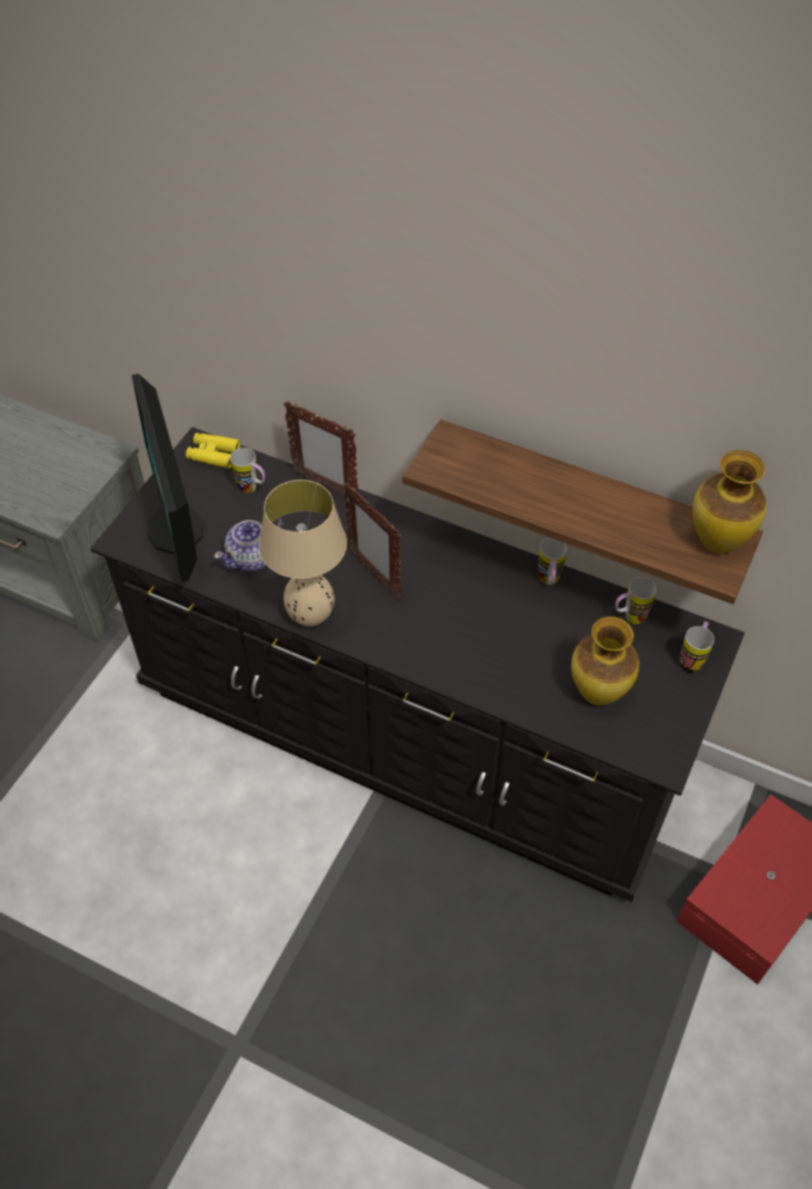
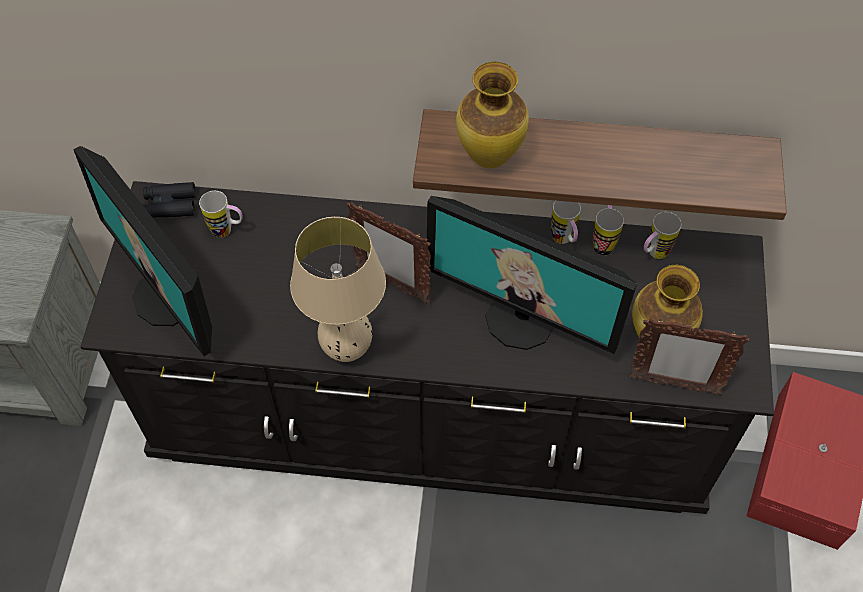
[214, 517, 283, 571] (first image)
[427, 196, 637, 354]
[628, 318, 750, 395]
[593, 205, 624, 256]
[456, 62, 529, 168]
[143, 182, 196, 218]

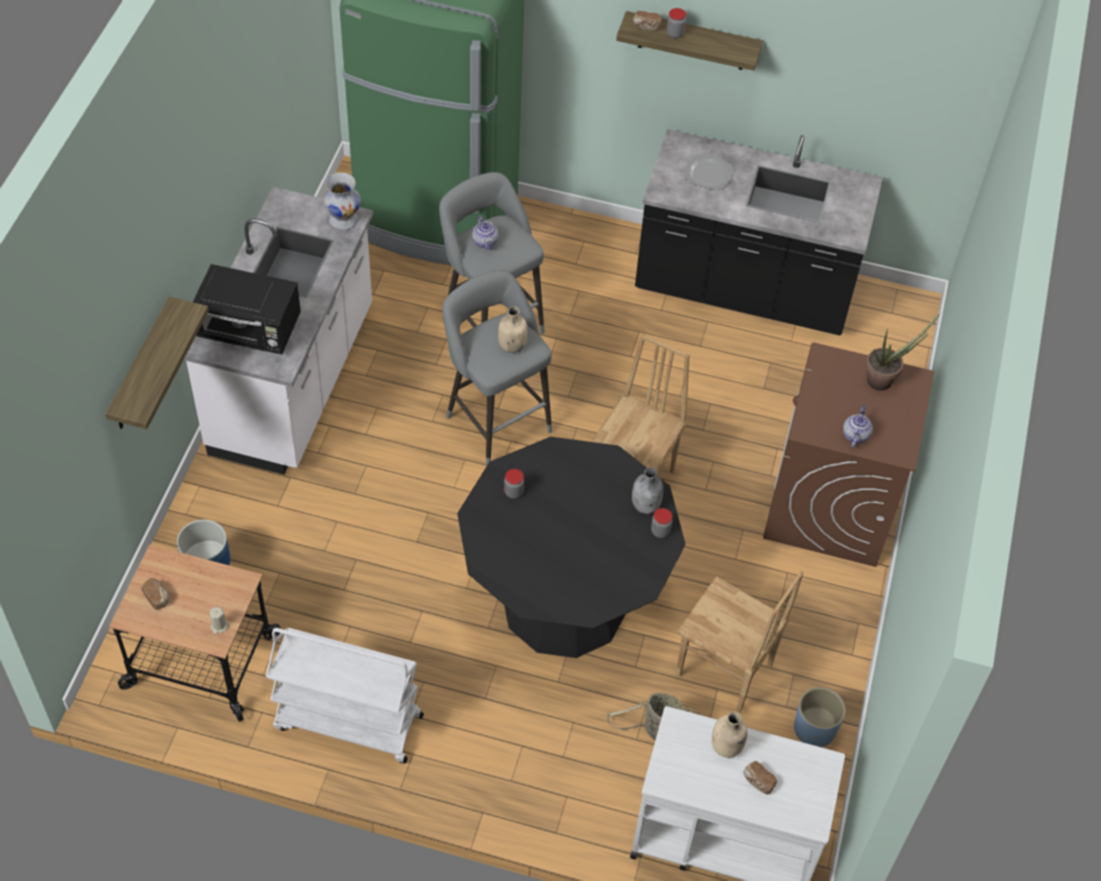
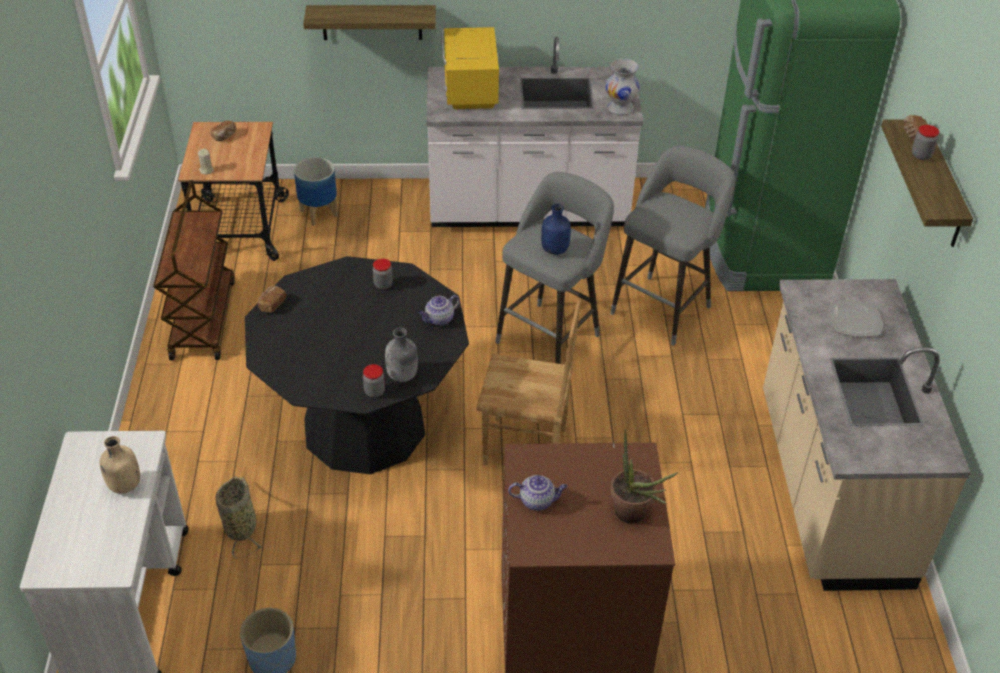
[676, 571, 803, 713] (first image)
[418, 295, 460, 326]
[258, 286, 286, 313]
[441, 27, 499, 109]
[153, 180, 235, 360]
[541, 204, 571, 255]
[763, 279, 971, 591]

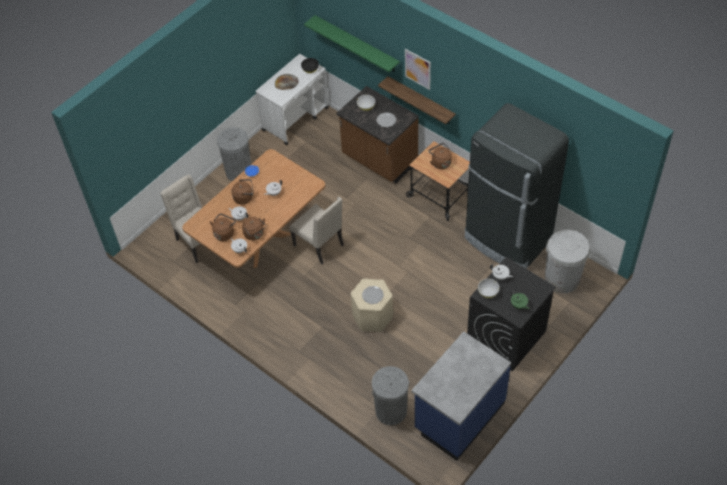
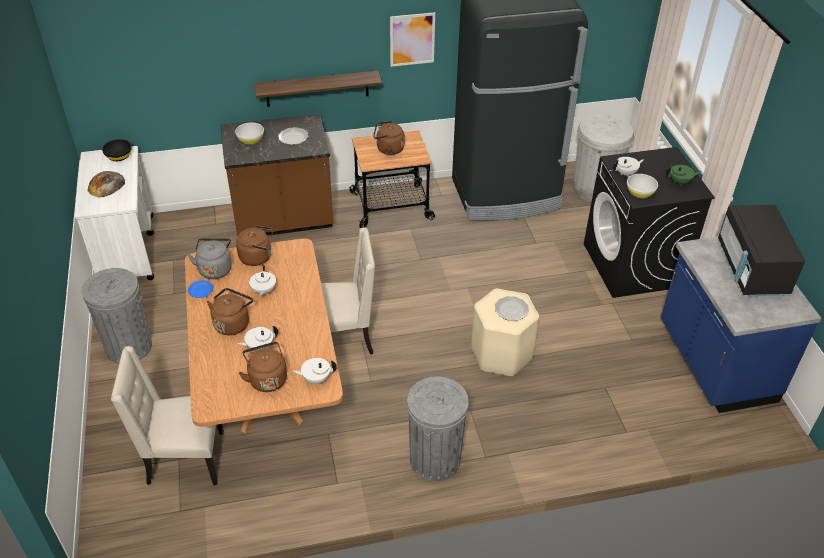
[304, 15, 400, 72] (first image)
[188, 238, 232, 279]
[718, 205, 805, 297]
[236, 225, 273, 266]
[407, 376, 469, 481]
[390, 12, 435, 67]

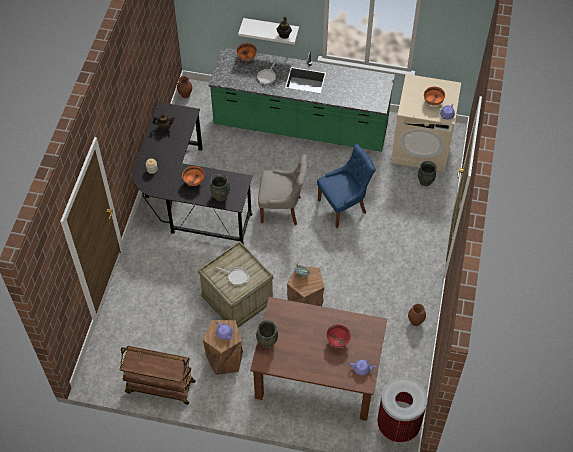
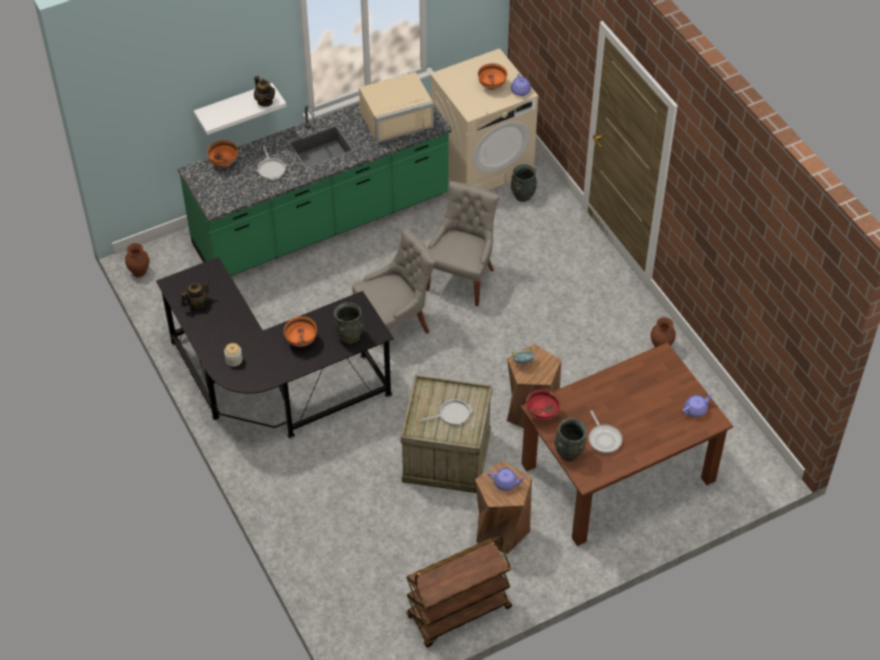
[377, 377, 428, 442] (first image)
[359, 72, 434, 143]
[589, 411, 623, 454]
[526, 389, 561, 421]
[426, 181, 500, 306]

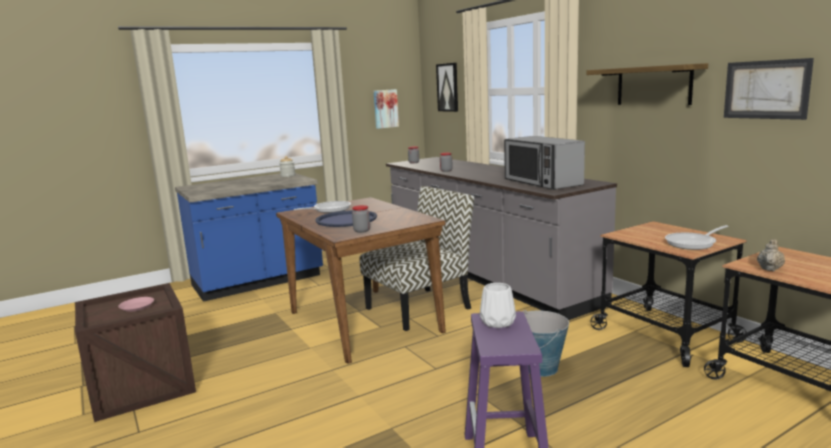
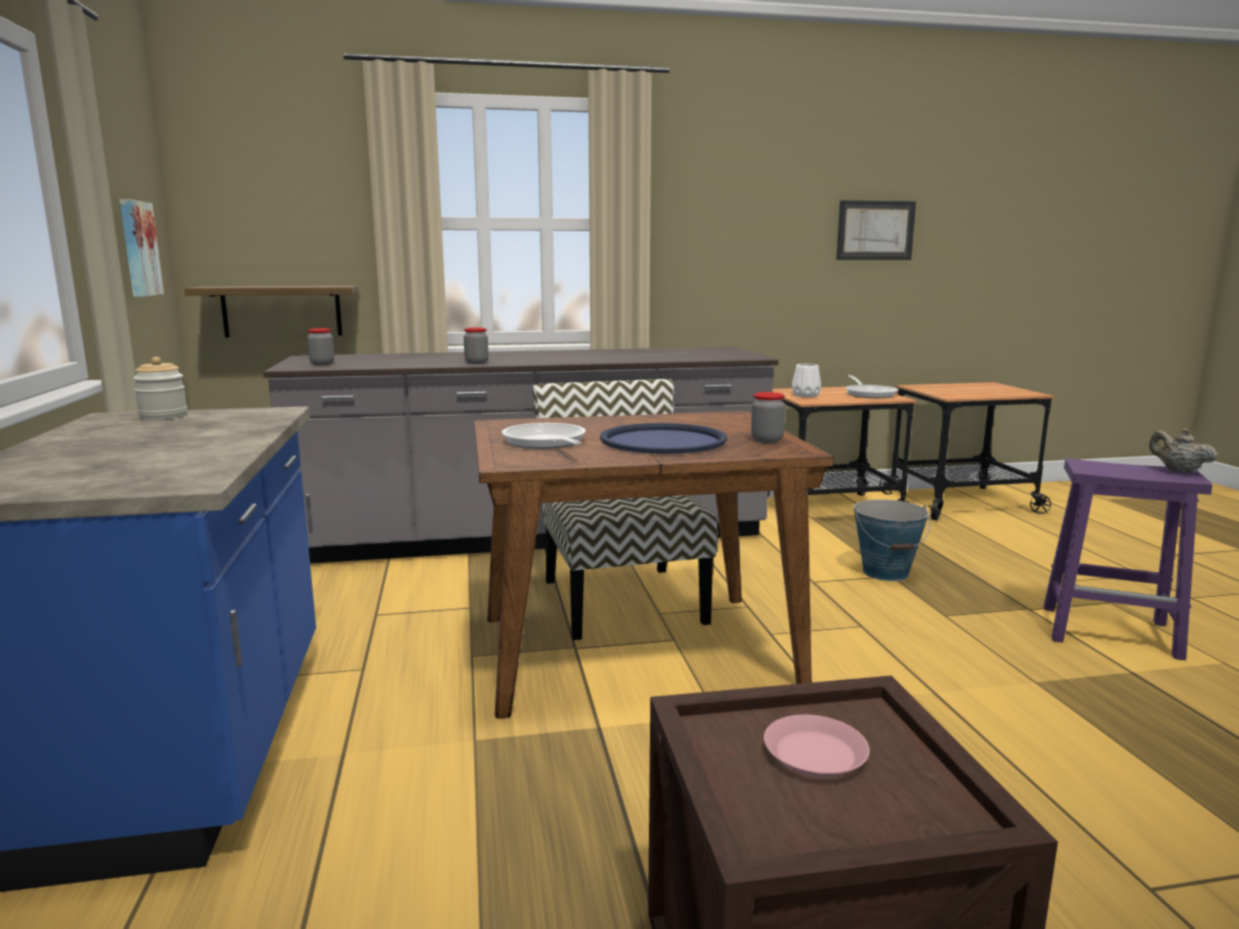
[436, 63, 458, 112] (first image)
[504, 136, 585, 190] (first image)
[792, 363, 821, 397]
[184, 286, 358, 337]
[1149, 429, 1218, 473]

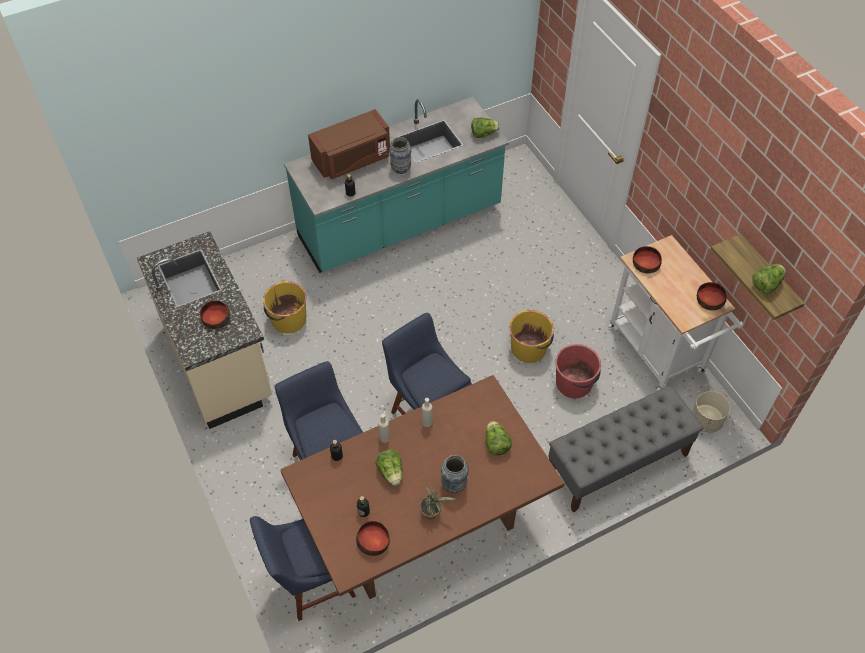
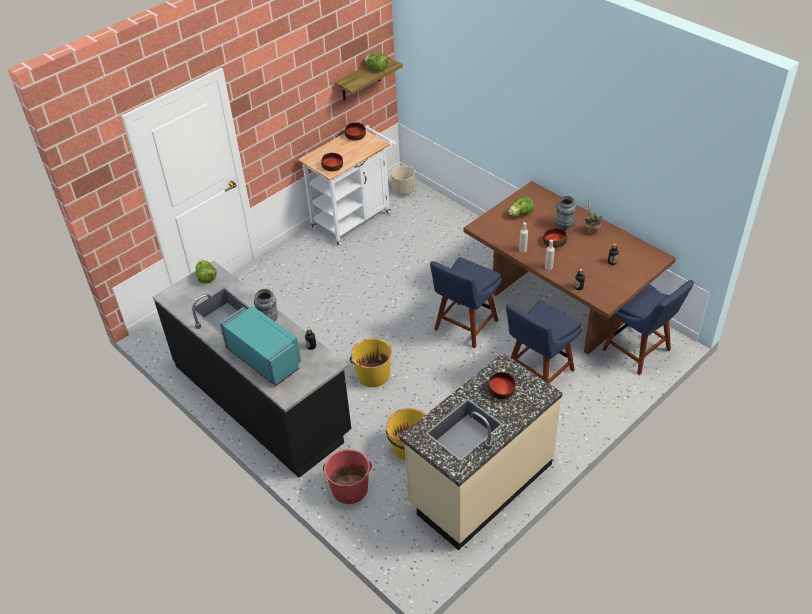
[376, 450, 403, 486] (first image)
[548, 385, 703, 513] (first image)
[543, 228, 567, 248]
[350, 338, 392, 387]
[323, 449, 372, 504]
[153, 260, 351, 478]
[220, 306, 301, 386]

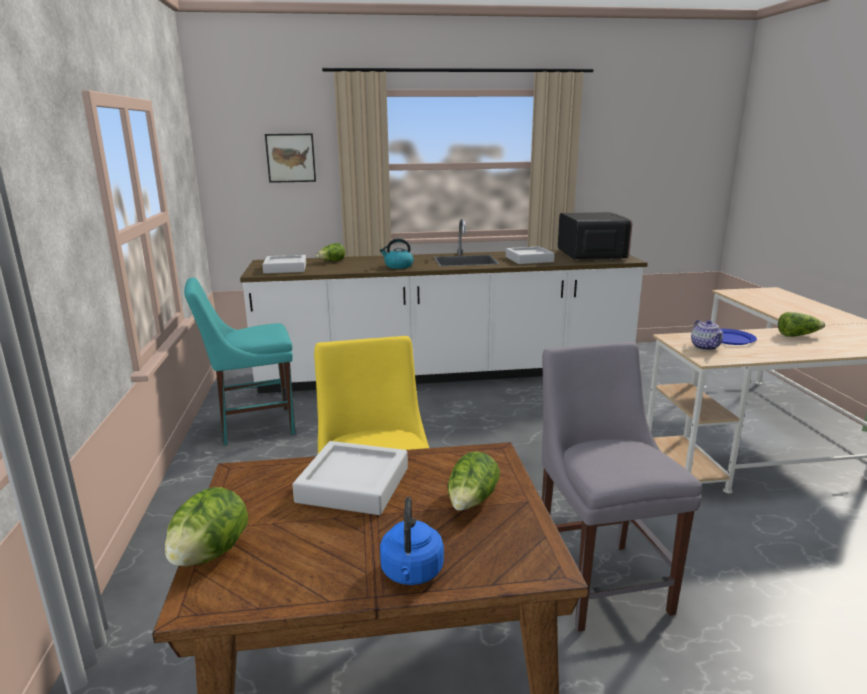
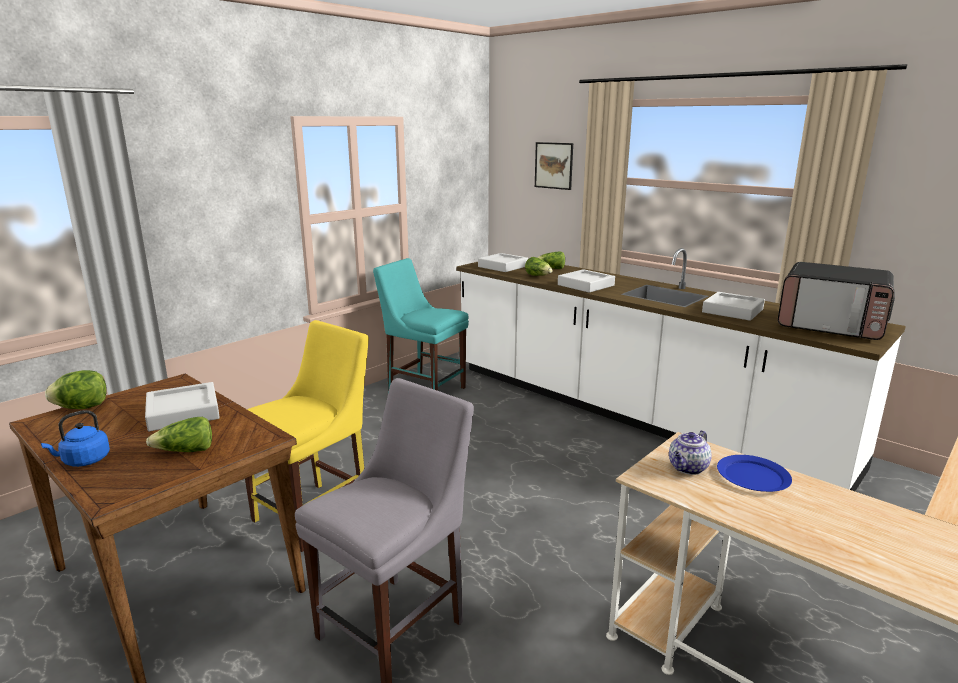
[525, 257, 553, 276]
[558, 269, 615, 293]
[778, 262, 895, 340]

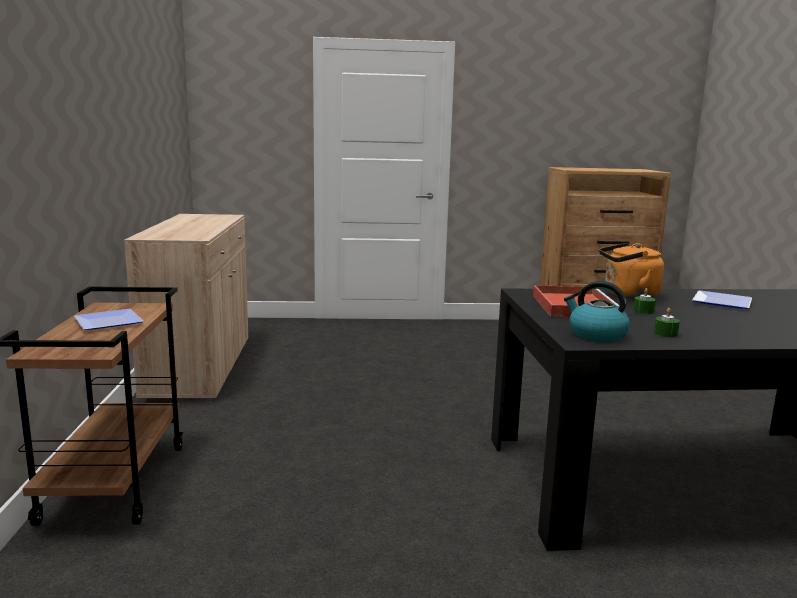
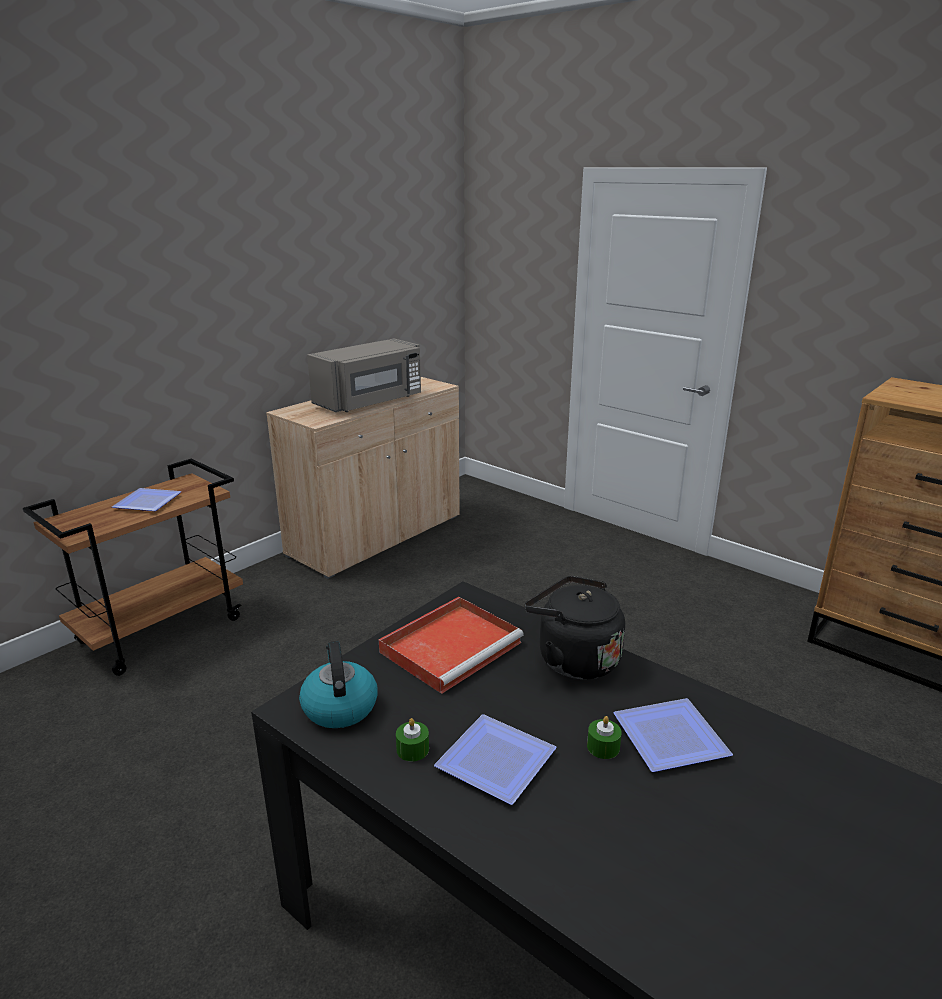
[307, 339, 421, 412]
[434, 714, 557, 805]
[587, 716, 622, 759]
[525, 576, 625, 679]

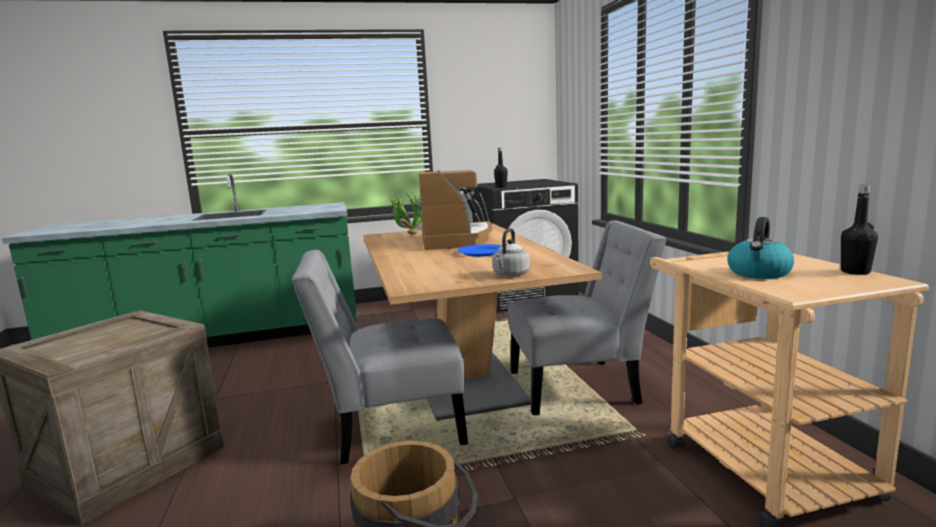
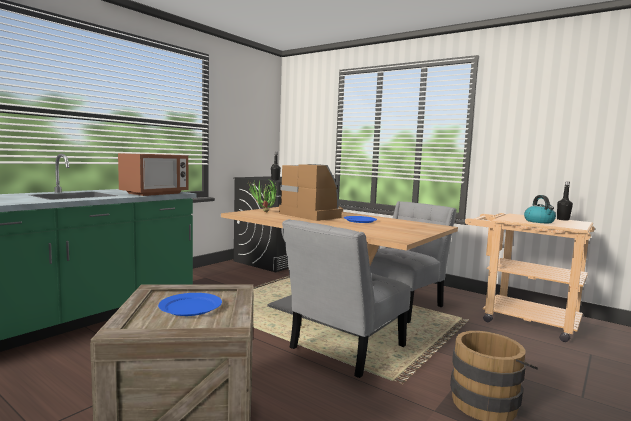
[492, 228, 530, 277] (first image)
[118, 153, 188, 196]
[158, 293, 222, 316]

